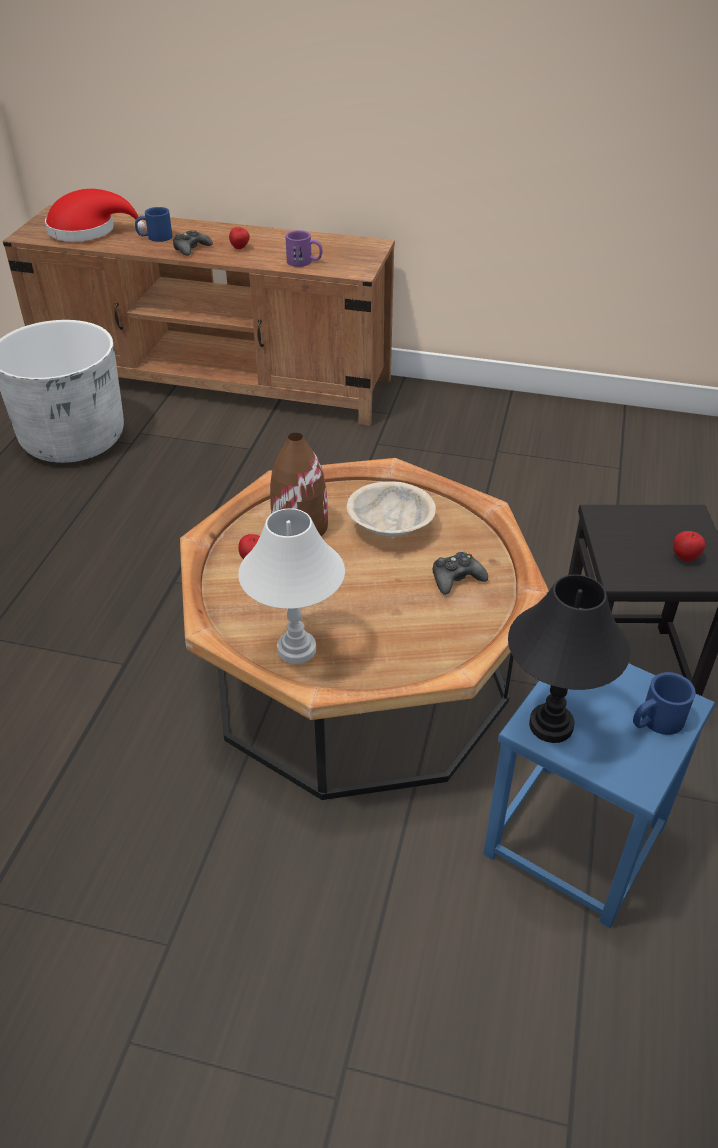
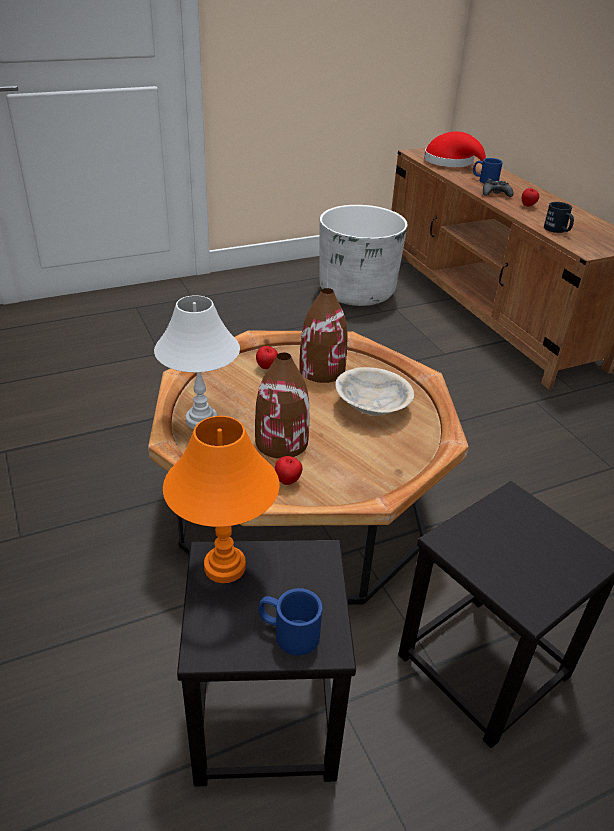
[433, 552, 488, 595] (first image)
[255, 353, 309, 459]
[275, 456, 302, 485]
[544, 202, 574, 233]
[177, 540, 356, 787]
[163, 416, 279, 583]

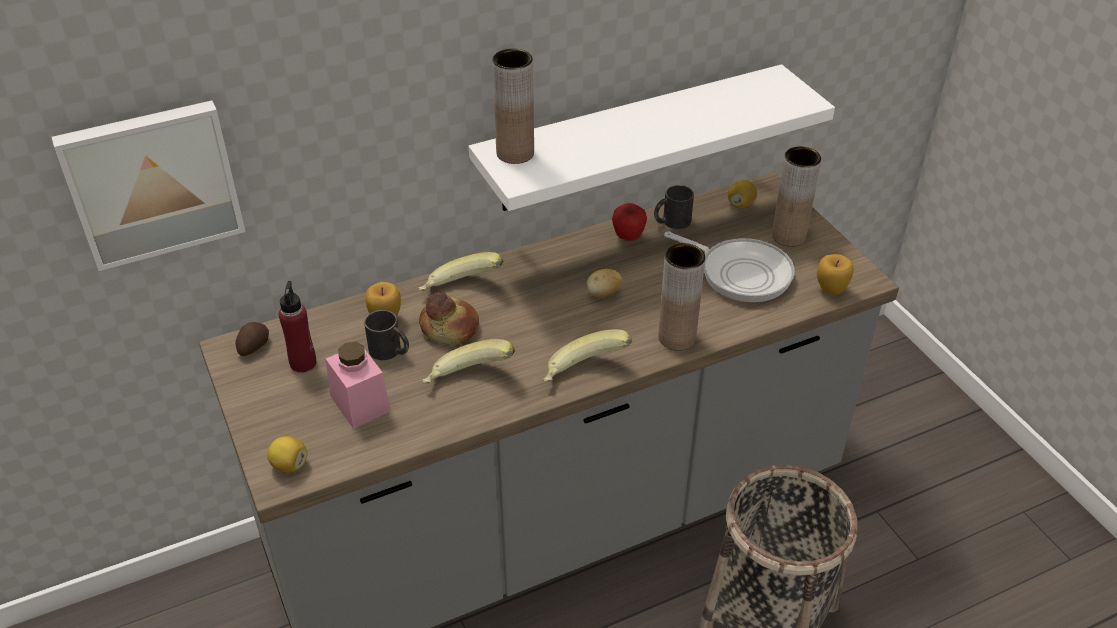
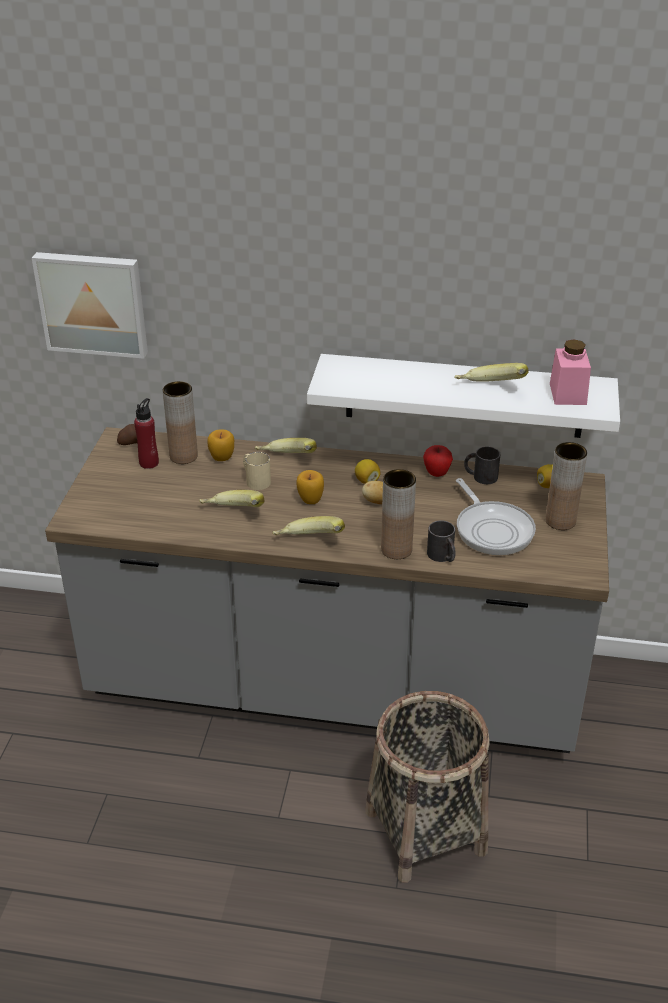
[455, 363, 529, 382]
[355, 459, 381, 484]
[550, 339, 591, 405]
[427, 520, 456, 562]
[163, 381, 198, 464]
[296, 470, 324, 504]
[243, 452, 271, 490]

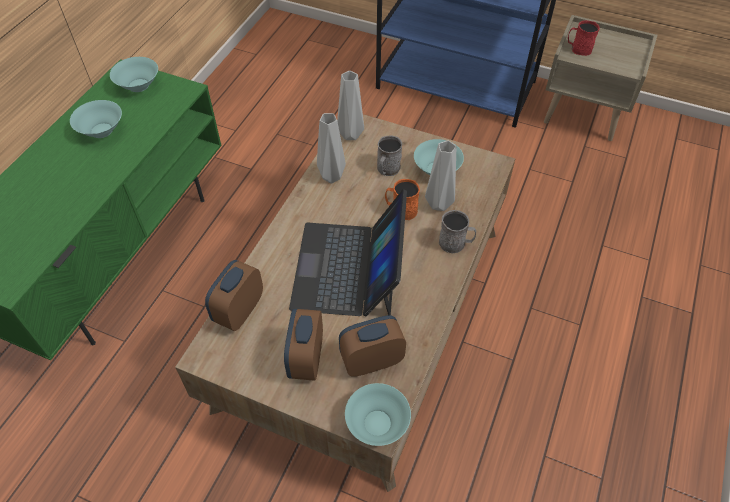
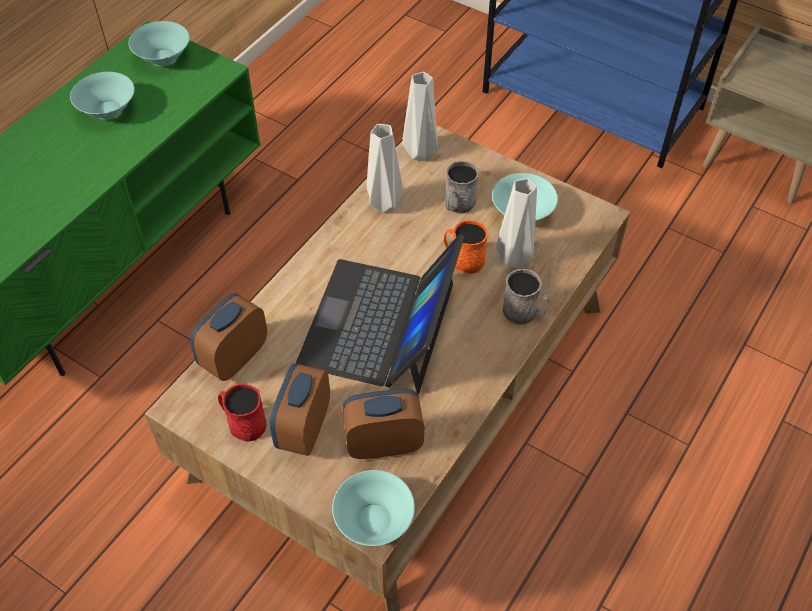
[218, 384, 267, 442]

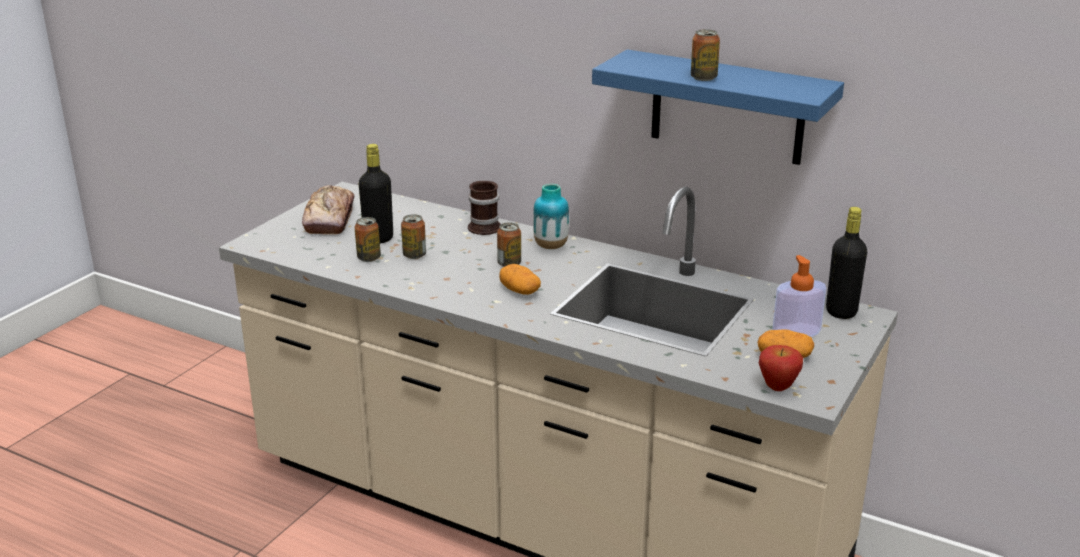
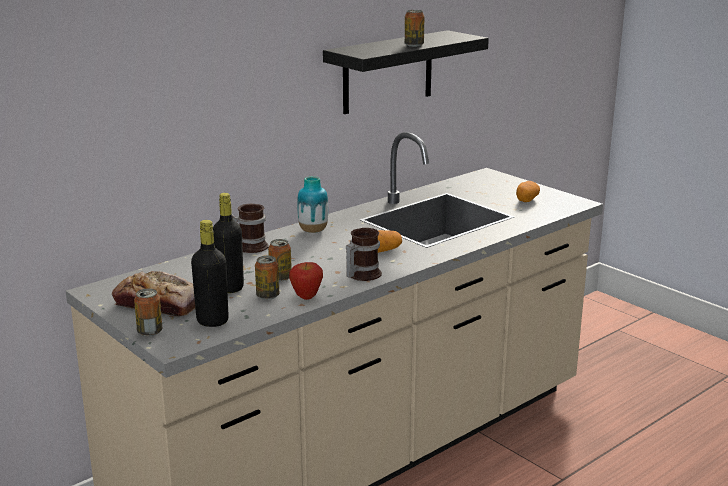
[772, 255, 826, 337] (first image)
[346, 228, 382, 281]
[134, 288, 162, 336]
[289, 262, 323, 300]
[191, 220, 229, 327]
[323, 30, 489, 114]

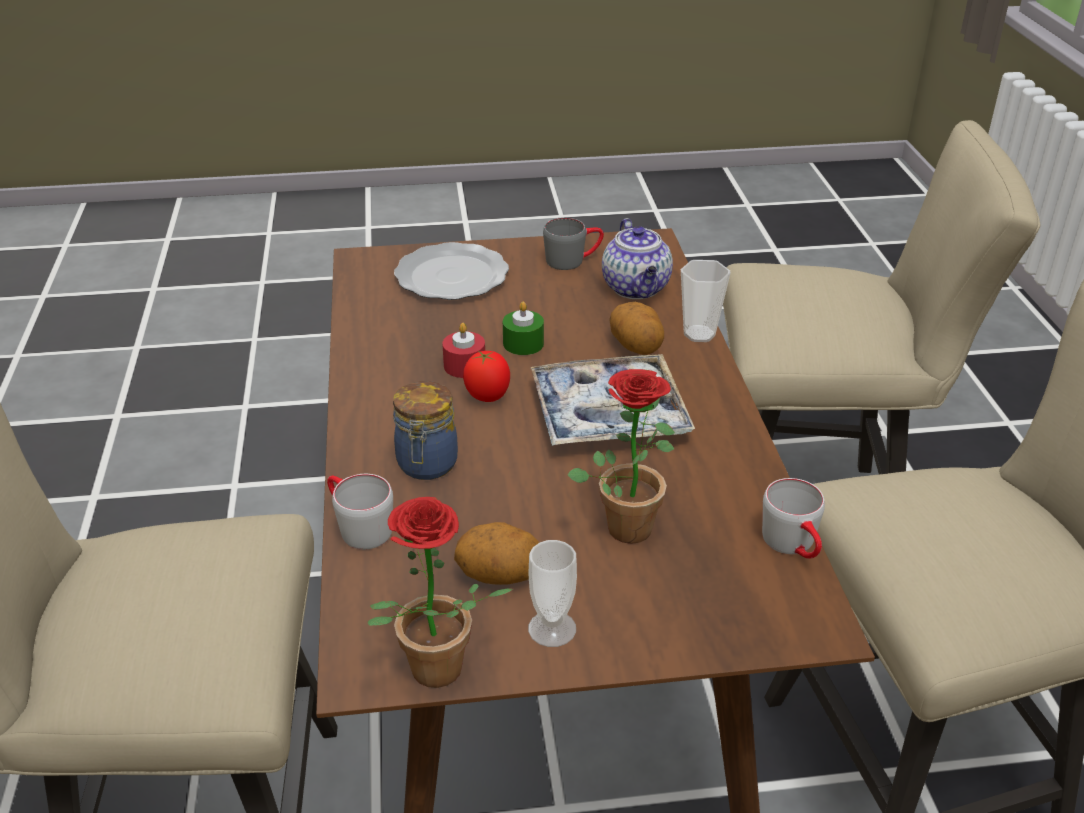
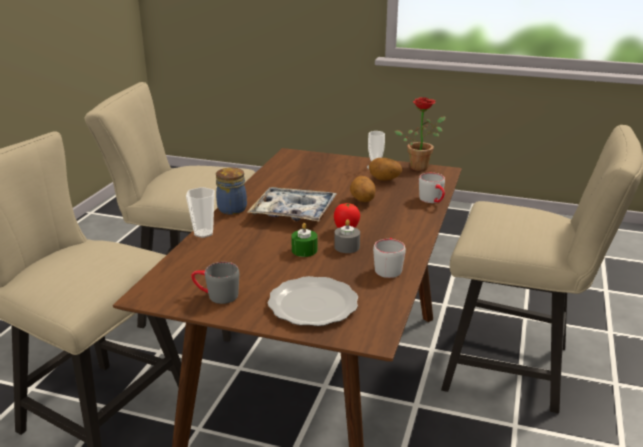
[567, 369, 675, 544] (first image)
[602, 218, 673, 299] (first image)
[216, 167, 247, 215]
[350, 176, 376, 202]
[373, 238, 406, 278]
[334, 219, 360, 253]

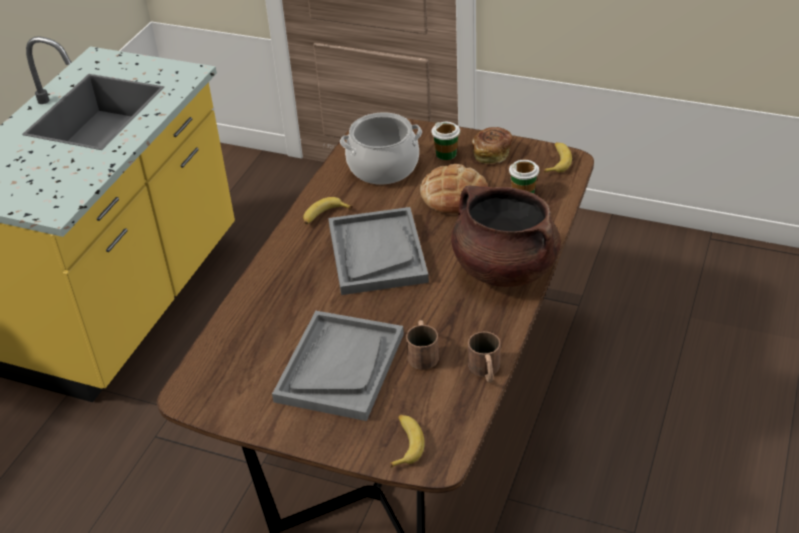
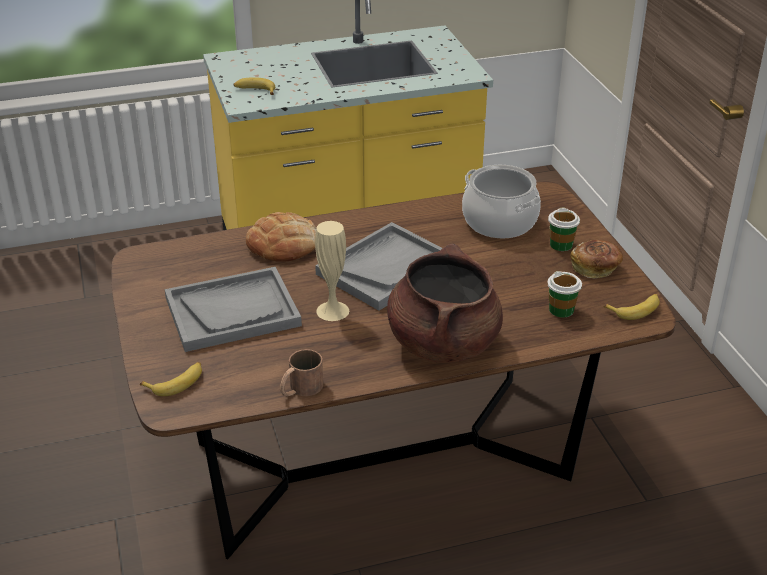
[406, 320, 439, 370] (first image)
[315, 221, 349, 321]
[233, 77, 275, 95]
[246, 212, 316, 262]

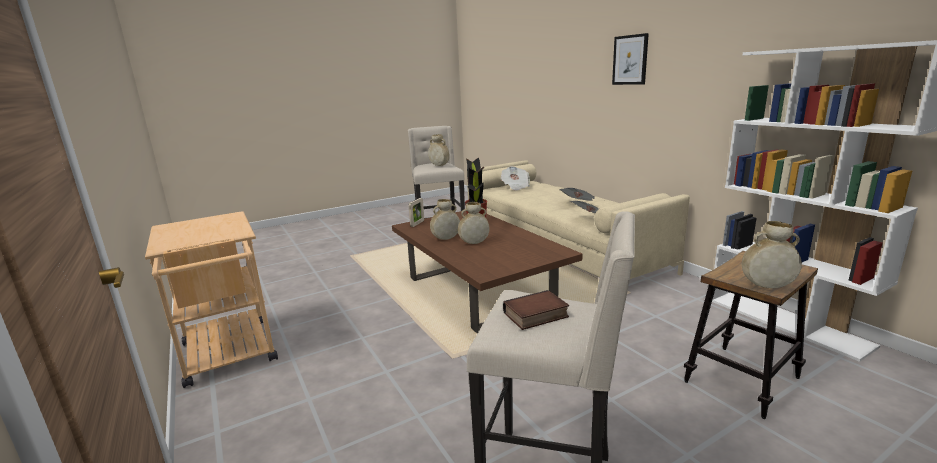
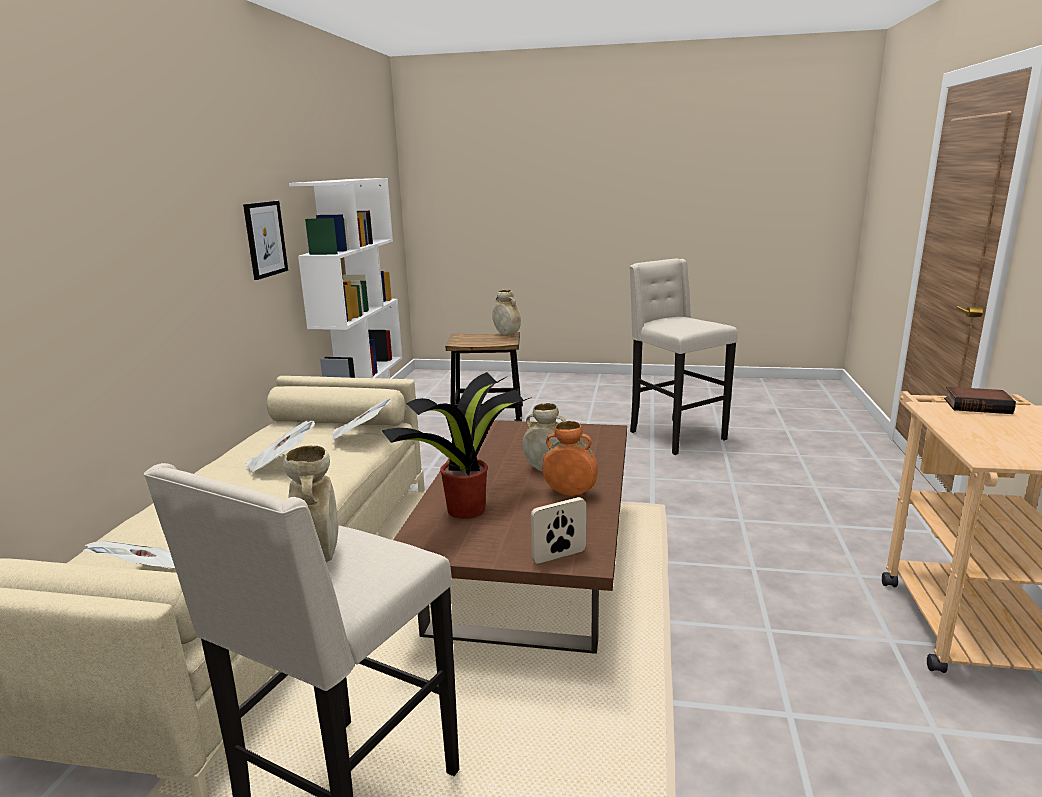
[944, 387, 1016, 414]
[243, 201, 288, 280]
[542, 421, 598, 496]

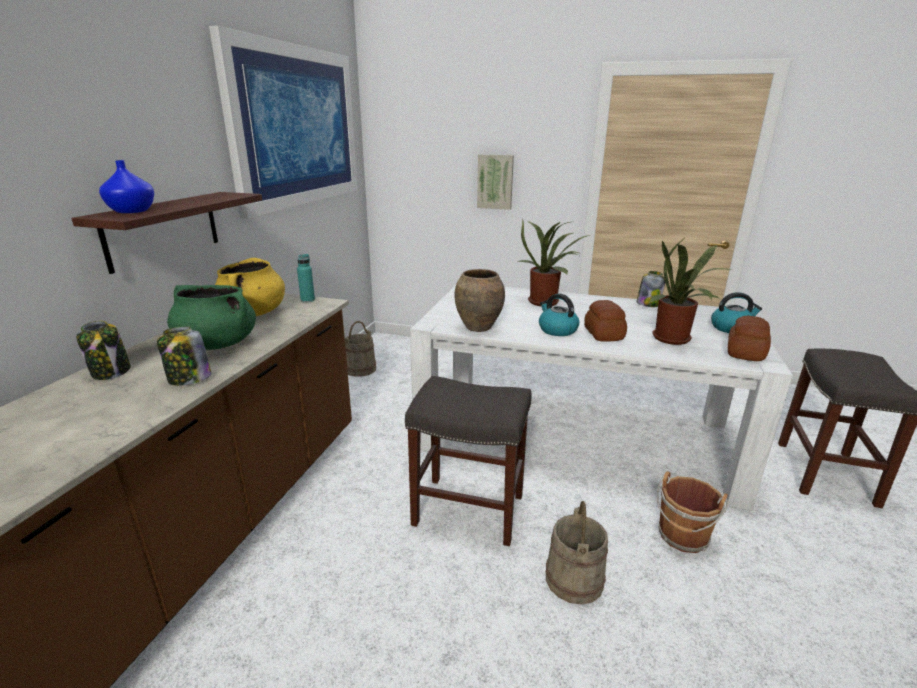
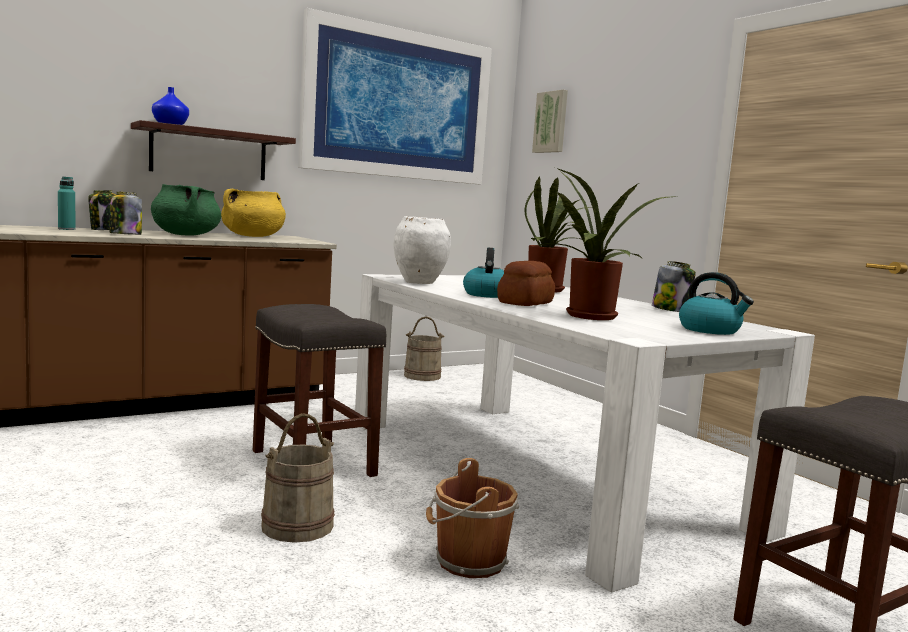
[728, 316, 771, 361] (first image)
[58, 177, 76, 230]
[532, 89, 568, 153]
[394, 216, 451, 284]

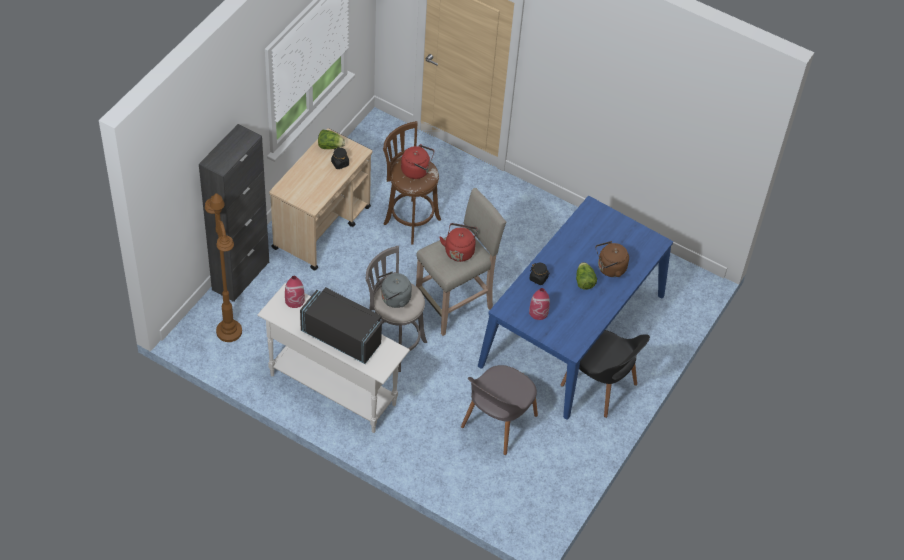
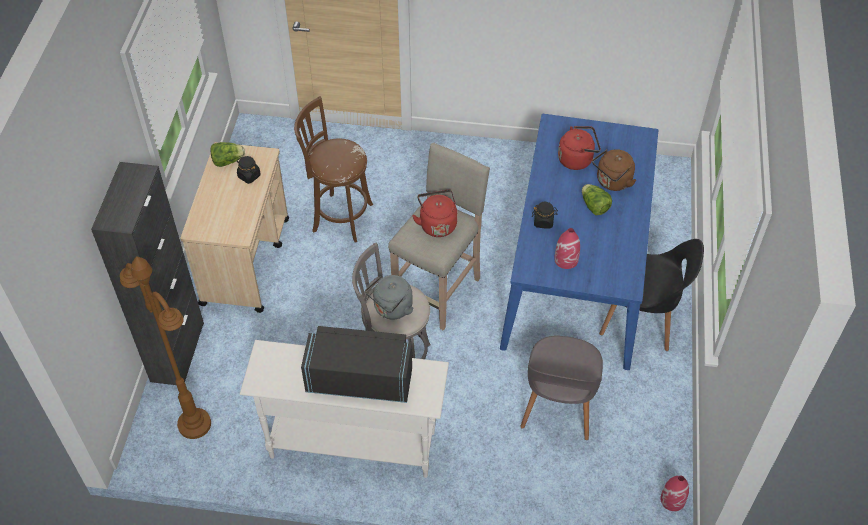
[660, 475, 689, 511]
[558, 126, 601, 170]

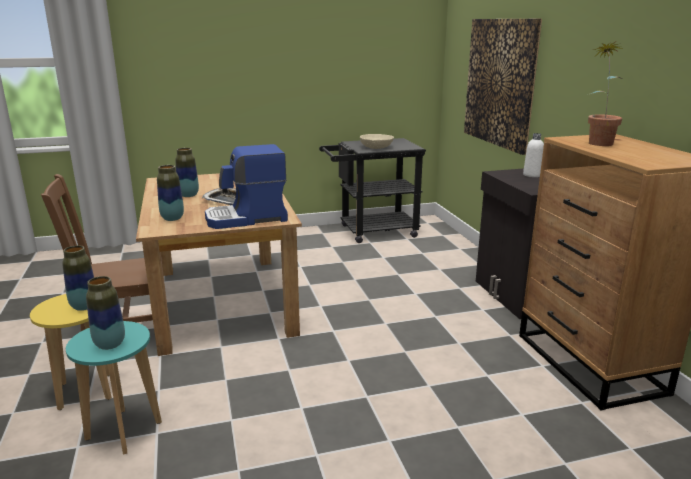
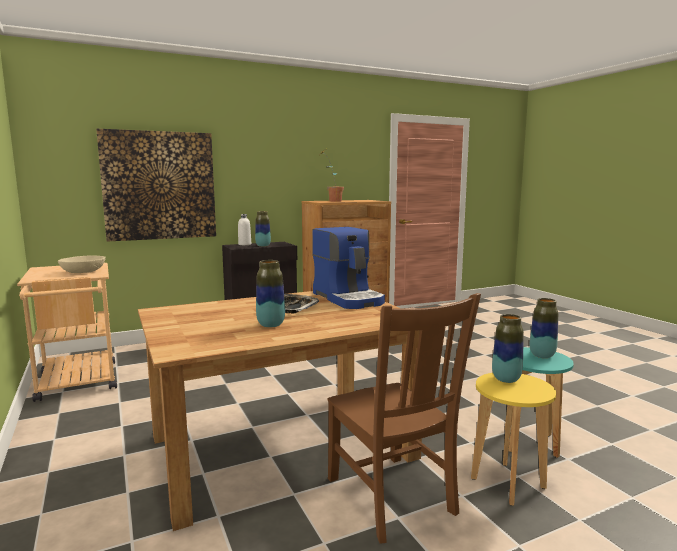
[255, 211, 271, 247]
[17, 263, 117, 402]

